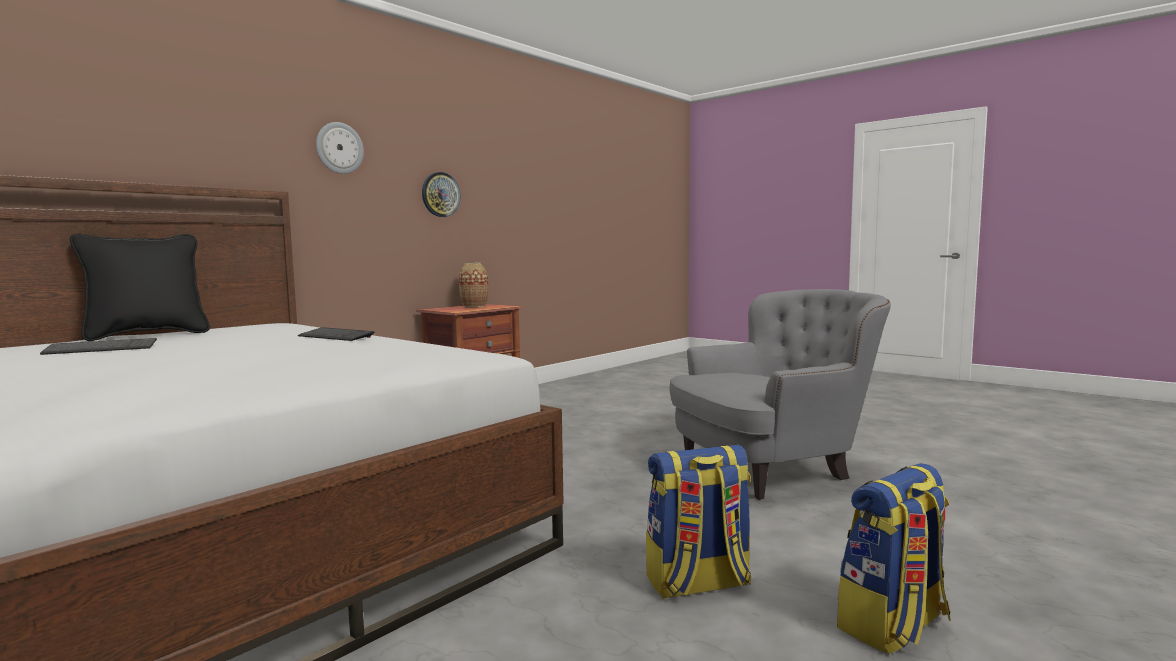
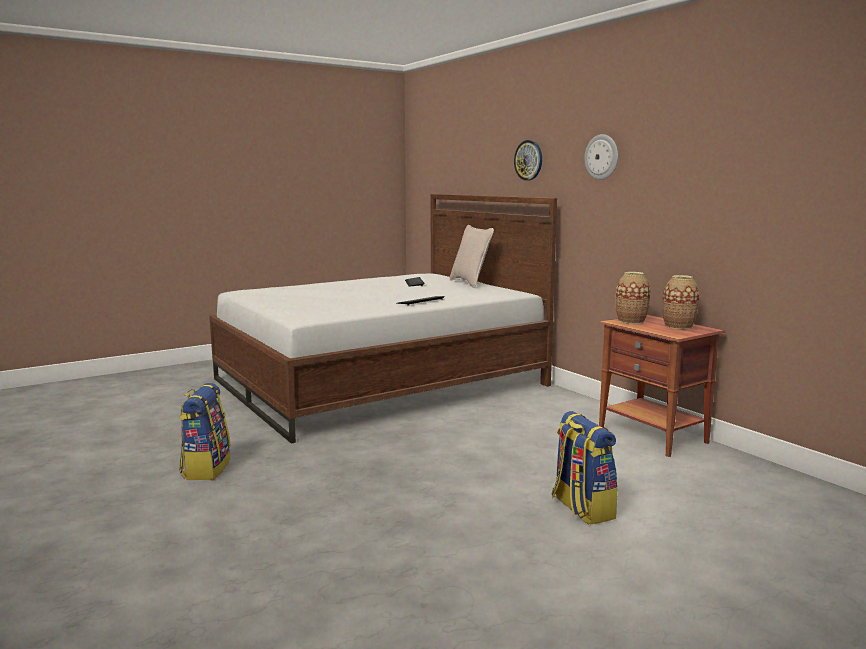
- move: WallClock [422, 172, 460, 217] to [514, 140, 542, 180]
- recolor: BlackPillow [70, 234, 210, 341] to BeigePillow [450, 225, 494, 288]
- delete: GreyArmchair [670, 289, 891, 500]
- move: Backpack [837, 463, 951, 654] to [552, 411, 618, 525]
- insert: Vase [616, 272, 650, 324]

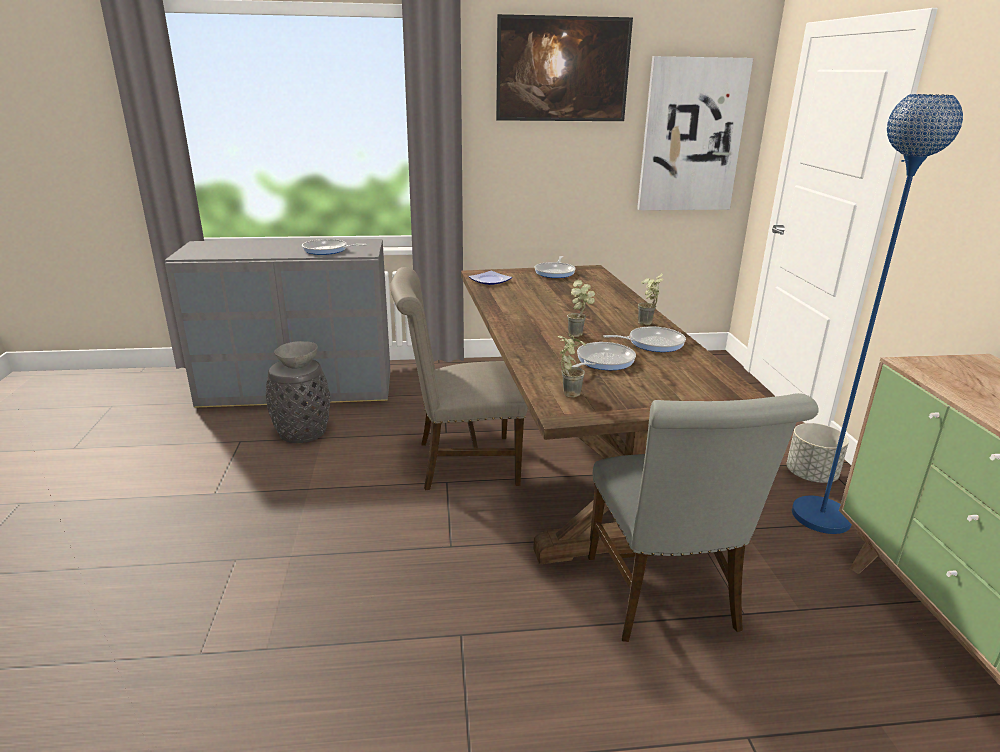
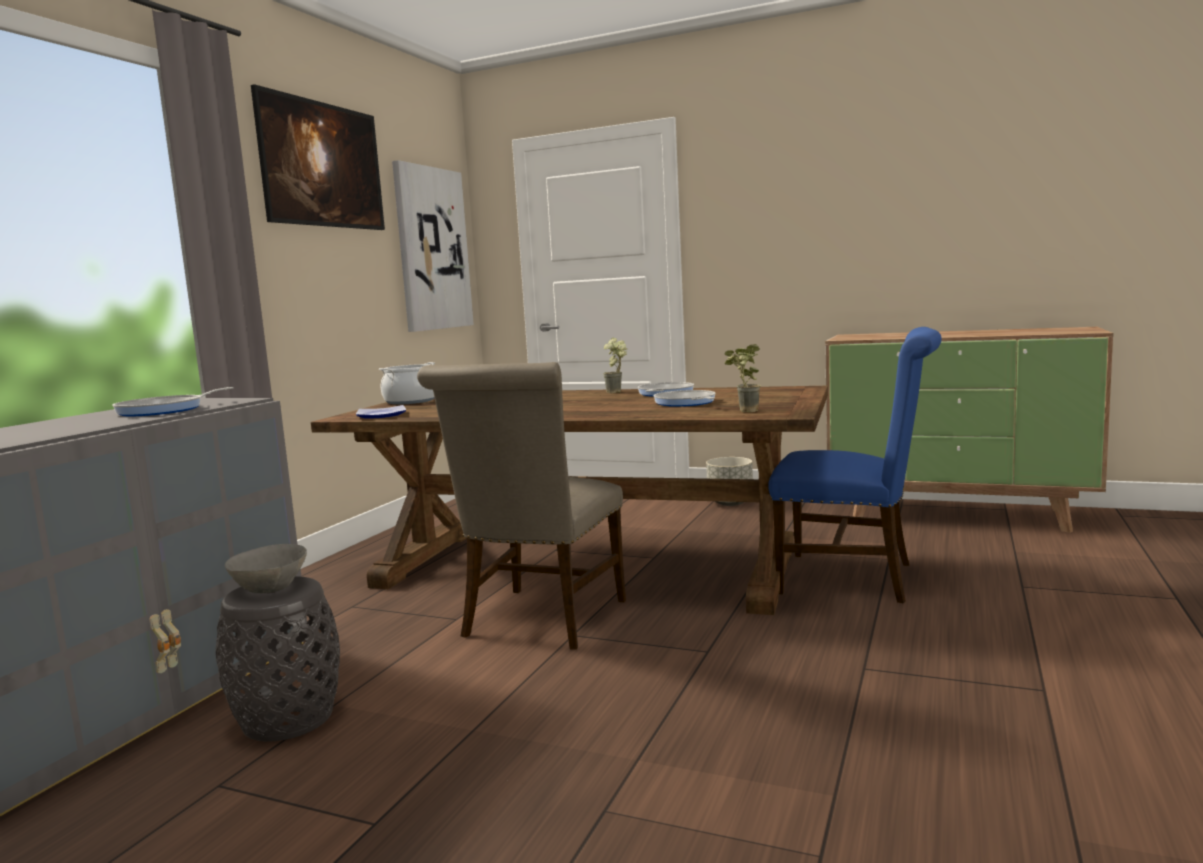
- delete: BlueFloorLamp [792, 94, 963, 534]
- replace: FryingPan [534, 256, 576, 278] to CookingPot [379, 362, 435, 405]
- delete: PottedPlant [567, 280, 595, 337]
- recolor: GreyChair [588, 393, 819, 642] to BlueChair [768, 327, 942, 603]

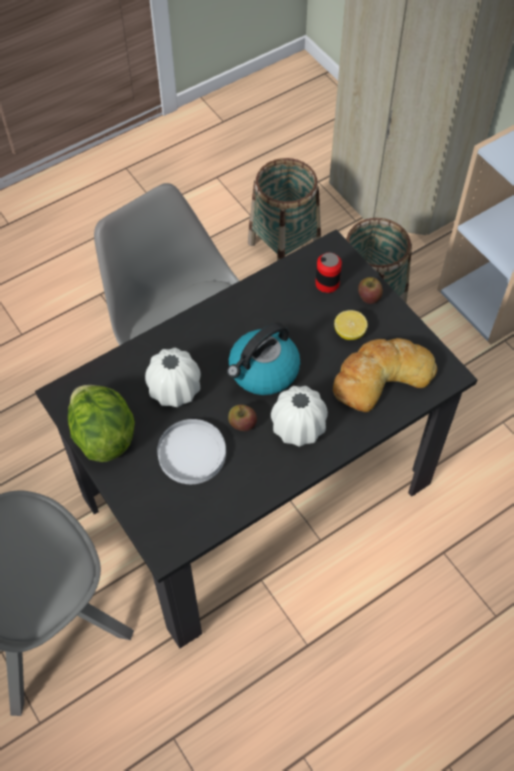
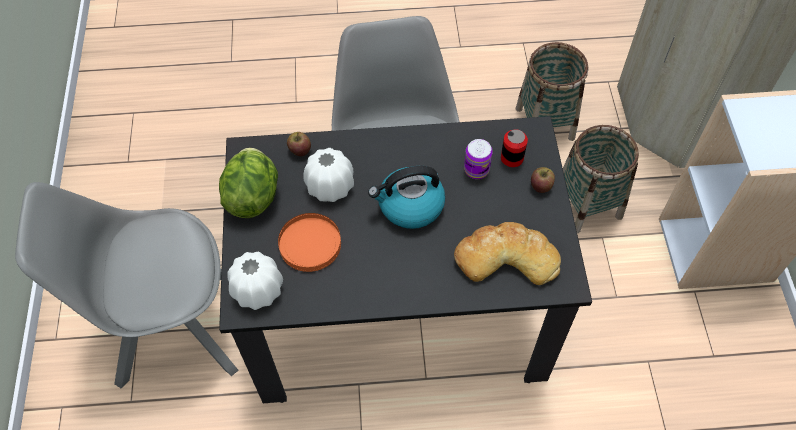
- delete: Lemon [334, 310, 368, 340]
- move: WhiteVase [271, 386, 328, 447] to [227, 252, 283, 310]
- move: Apple [228, 405, 257, 431] to [287, 132, 311, 156]
- recolor: WhitePlate [157, 419, 226, 484] to OrangePlate [278, 213, 341, 272]
- insert: Can [464, 139, 493, 179]

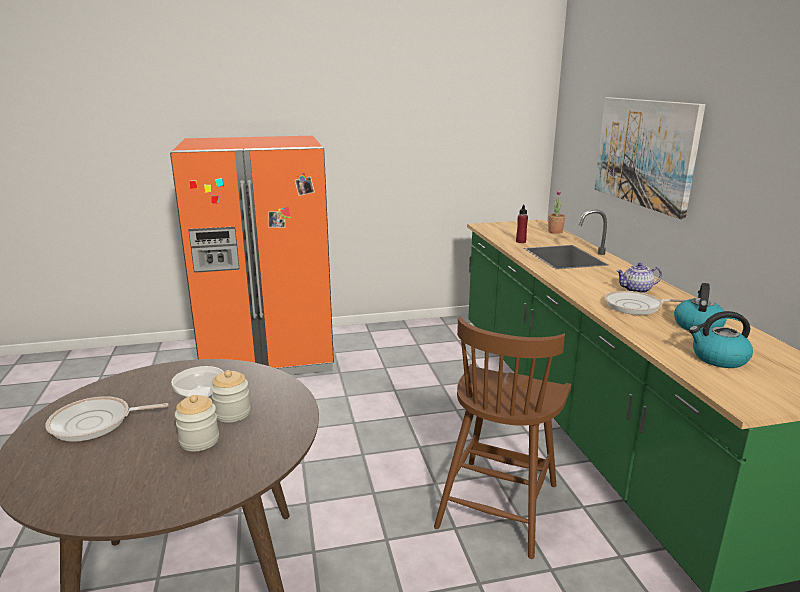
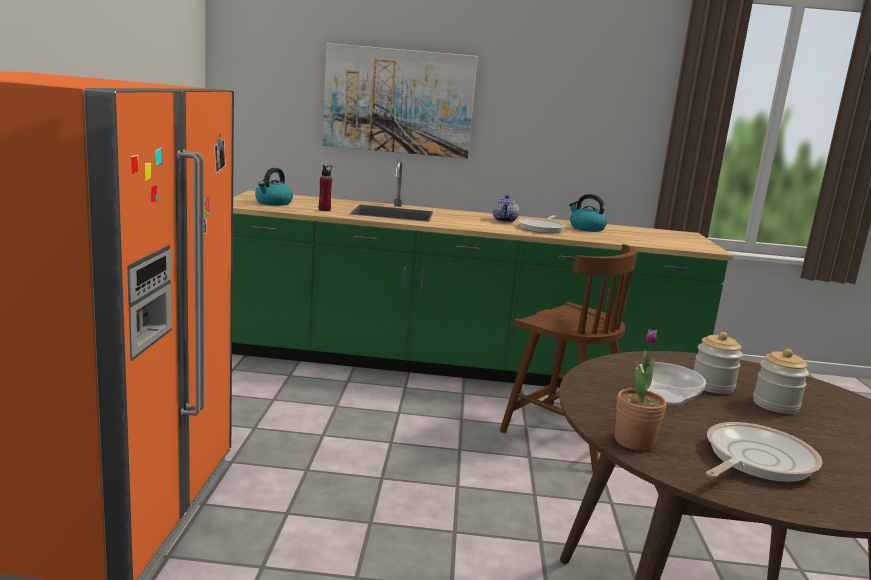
- move: PottedPlant [548, 190, 566, 234] to [615, 328, 667, 451]
- move: Kettle [689, 311, 753, 368] to [255, 168, 293, 206]
- rotate: FryingPan [45, 396, 169, 442] = [706, 422, 822, 482] 135 degrees counterclockwise

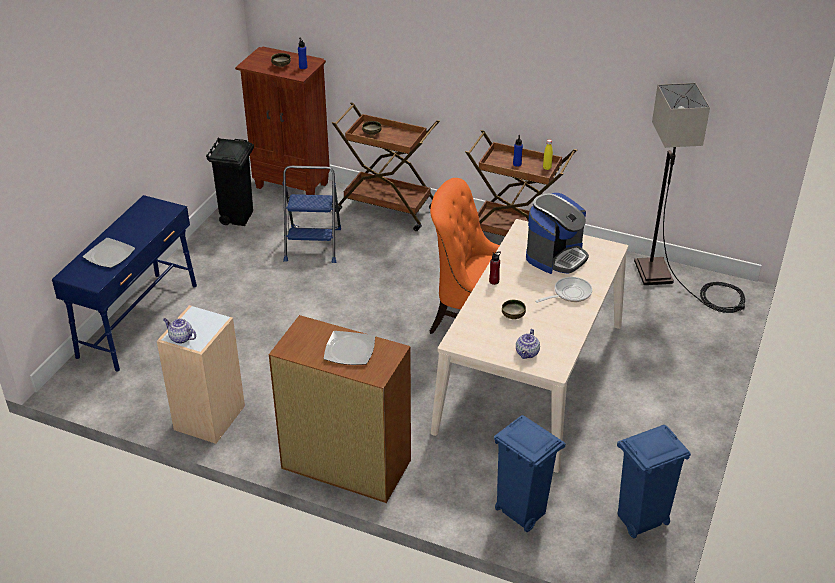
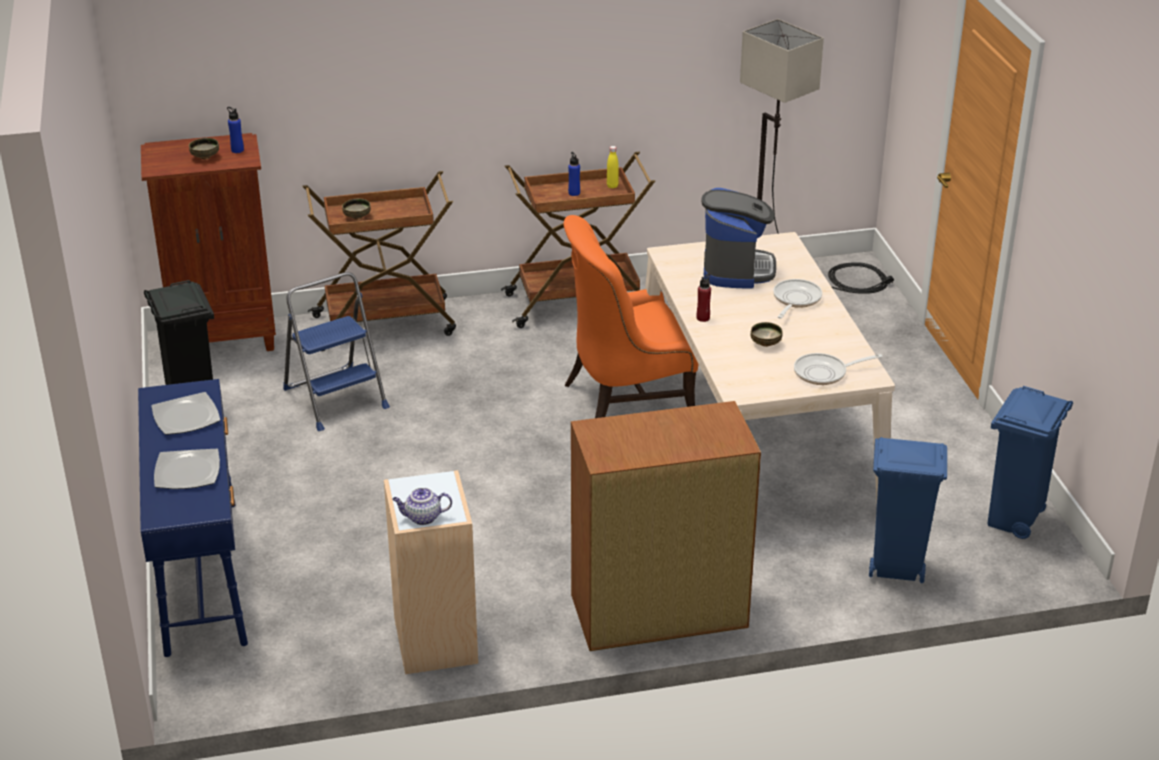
- replace: Teapot [516, 329, 540, 359] to FryingPan [794, 353, 883, 385]
- move: Plate [324, 331, 375, 365] to [151, 392, 220, 435]

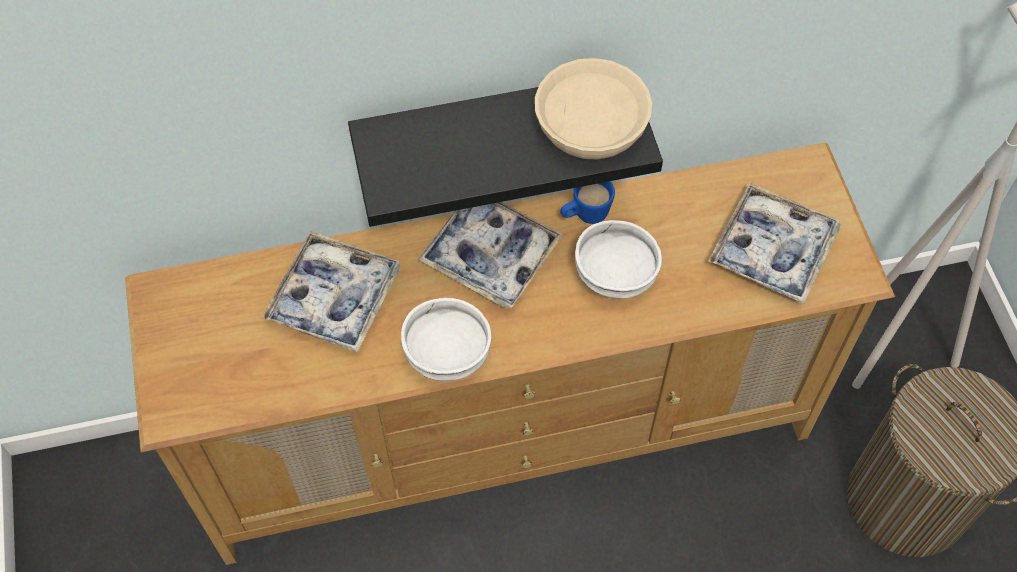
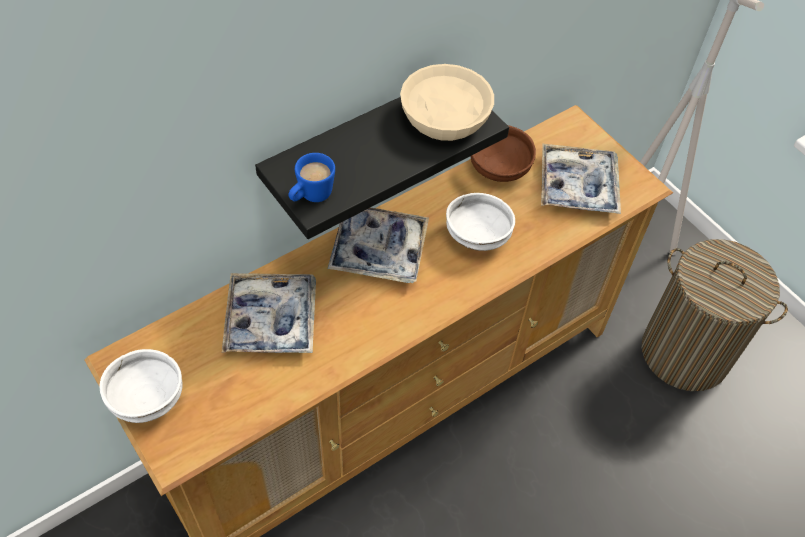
- move: BlueMug [560, 181, 615, 224] to [288, 153, 335, 202]
- move: WhiteBowl [401, 298, 492, 381] to [100, 349, 182, 423]
- insert: BrownBowl [471, 125, 536, 182]

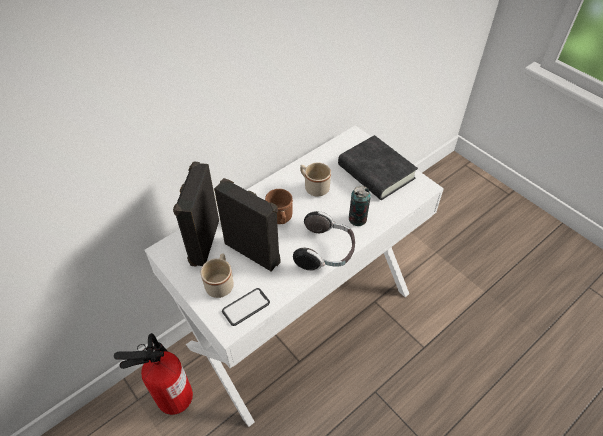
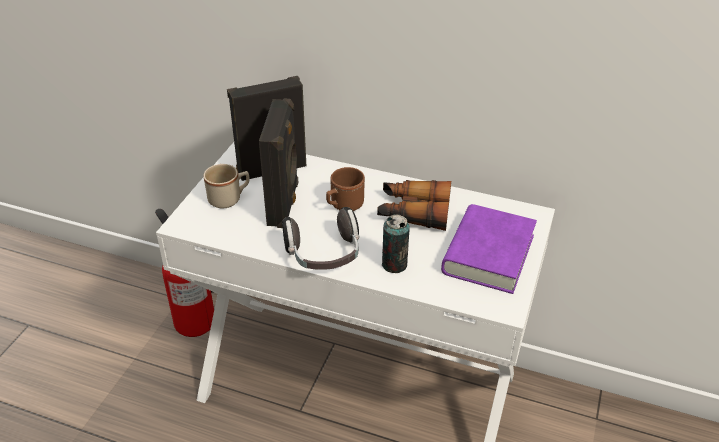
- recolor: BlackBook [338, 135, 418, 200] to PurpleBook [441, 204, 537, 294]
- replace: BeigeMug [300, 163, 331, 197] to Binoculars [377, 180, 451, 231]
- delete: Phone [222, 288, 270, 326]

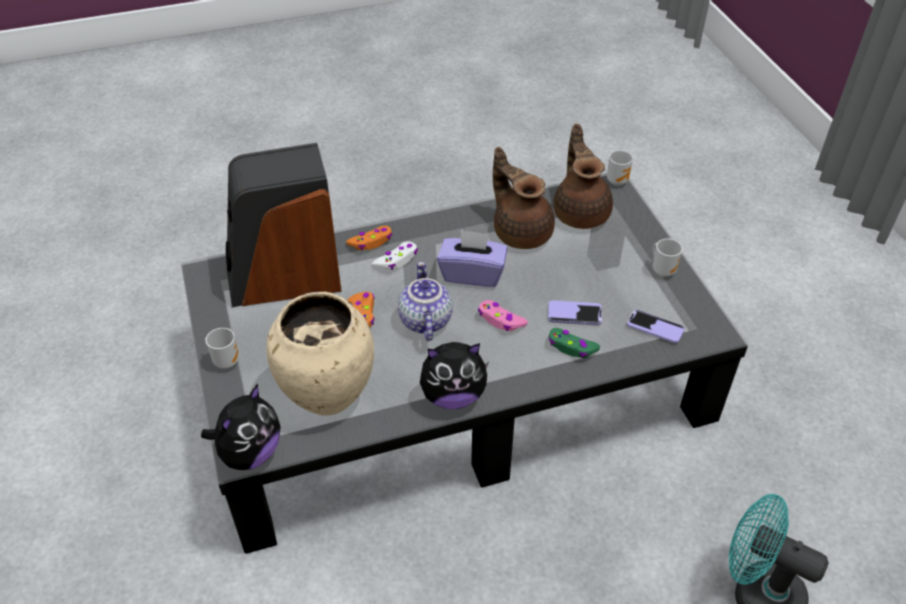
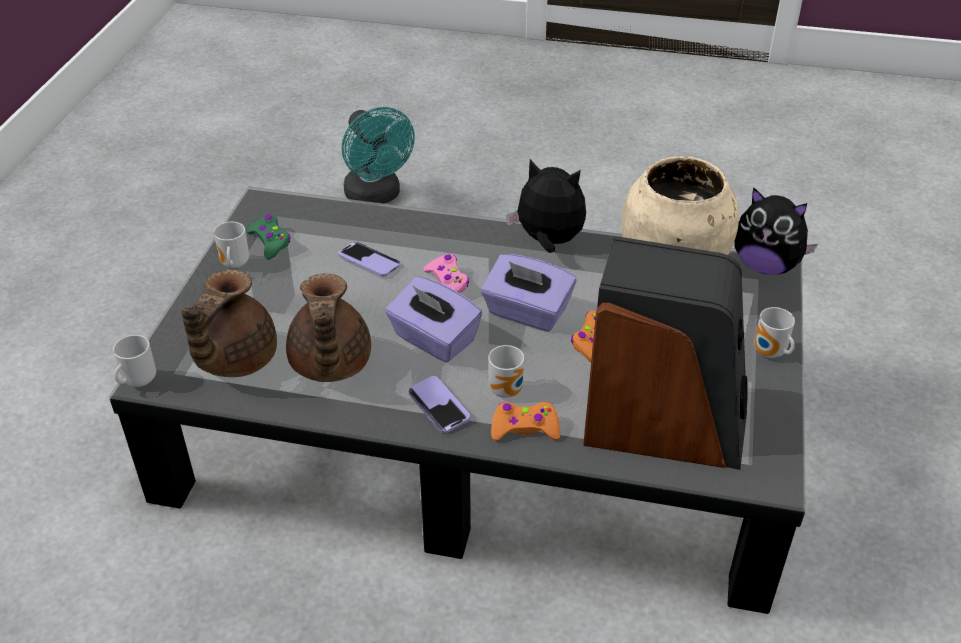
- replace: WhiteGameController [372, 241, 418, 270] to Mug [488, 345, 526, 398]
- replace: Teapot [398, 261, 453, 341] to PurpleTissueBox [481, 254, 577, 332]
- move: Phone [627, 310, 685, 343] to [408, 376, 471, 434]
- move: GreenGameController [549, 328, 600, 358] to [246, 214, 290, 260]
- rotate: PlushToy [201, 384, 280, 470] = [735, 187, 818, 275] 120 degrees counterclockwise

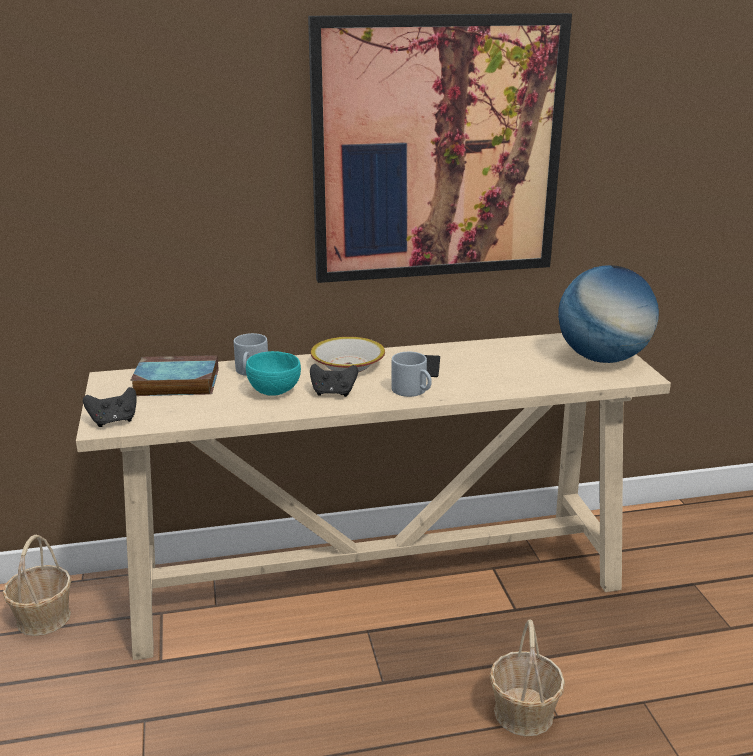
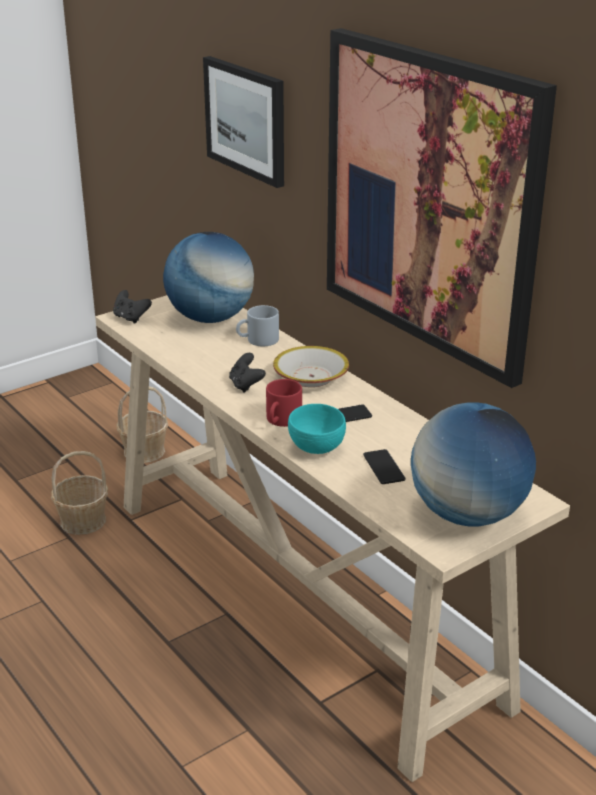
- move: TurquoiseBowl [246, 351, 301, 396] to [288, 404, 346, 454]
- recolor: GreyMug [391, 352, 432, 397] to RedMug [266, 379, 302, 427]
- replace: Book [130, 355, 219, 396] to Globe [163, 232, 254, 323]
- move: Basket [490, 619, 565, 736] to [51, 451, 108, 535]
- insert: Picture [203, 56, 284, 188]
- insert: Phone [363, 449, 406, 484]

